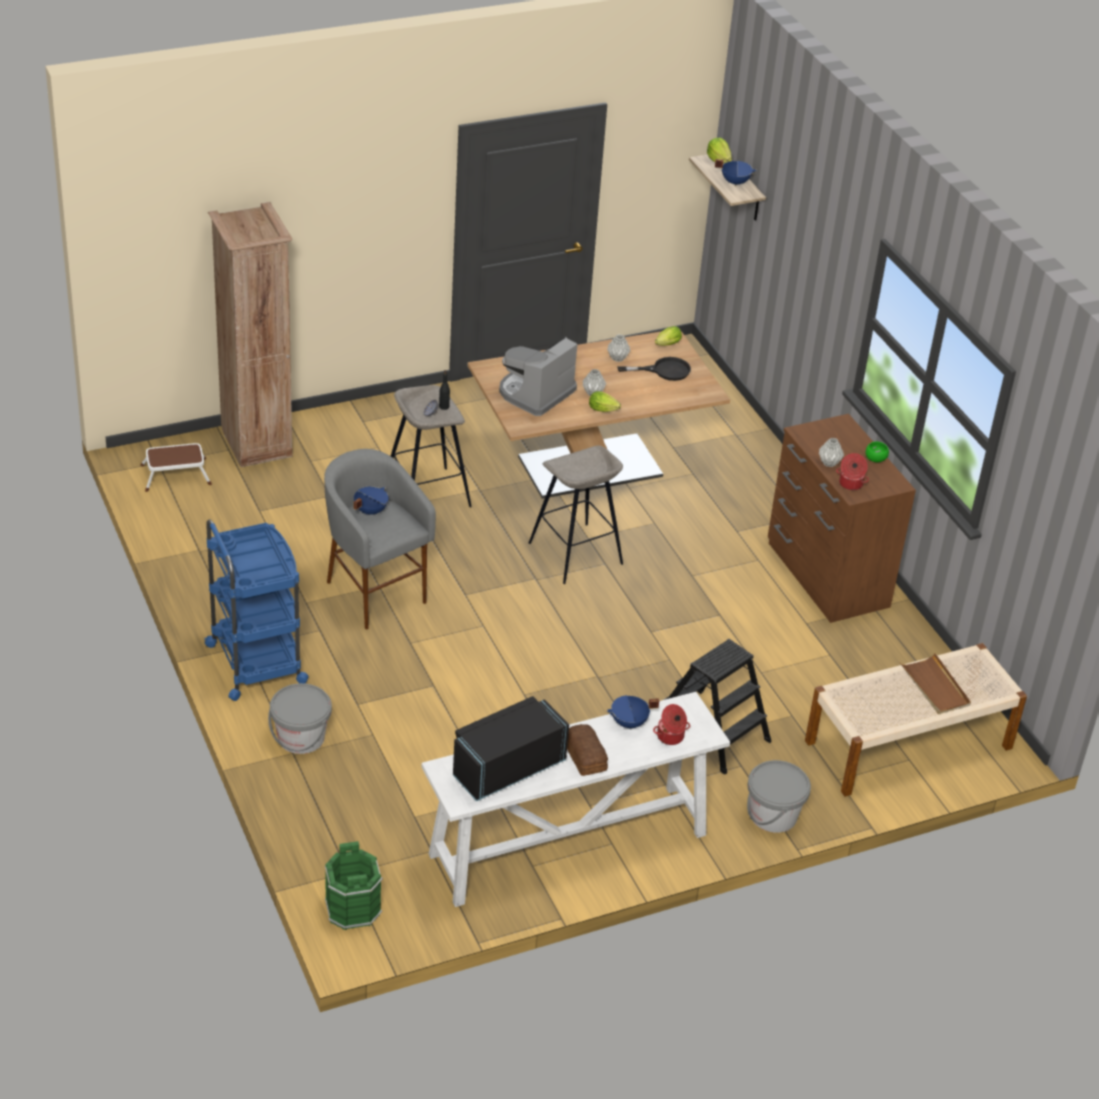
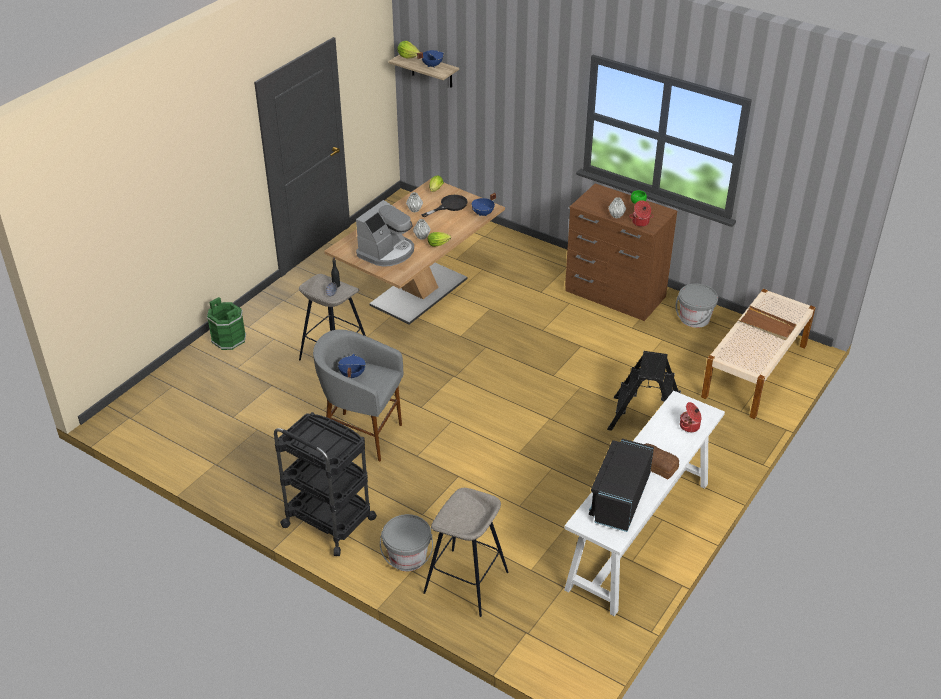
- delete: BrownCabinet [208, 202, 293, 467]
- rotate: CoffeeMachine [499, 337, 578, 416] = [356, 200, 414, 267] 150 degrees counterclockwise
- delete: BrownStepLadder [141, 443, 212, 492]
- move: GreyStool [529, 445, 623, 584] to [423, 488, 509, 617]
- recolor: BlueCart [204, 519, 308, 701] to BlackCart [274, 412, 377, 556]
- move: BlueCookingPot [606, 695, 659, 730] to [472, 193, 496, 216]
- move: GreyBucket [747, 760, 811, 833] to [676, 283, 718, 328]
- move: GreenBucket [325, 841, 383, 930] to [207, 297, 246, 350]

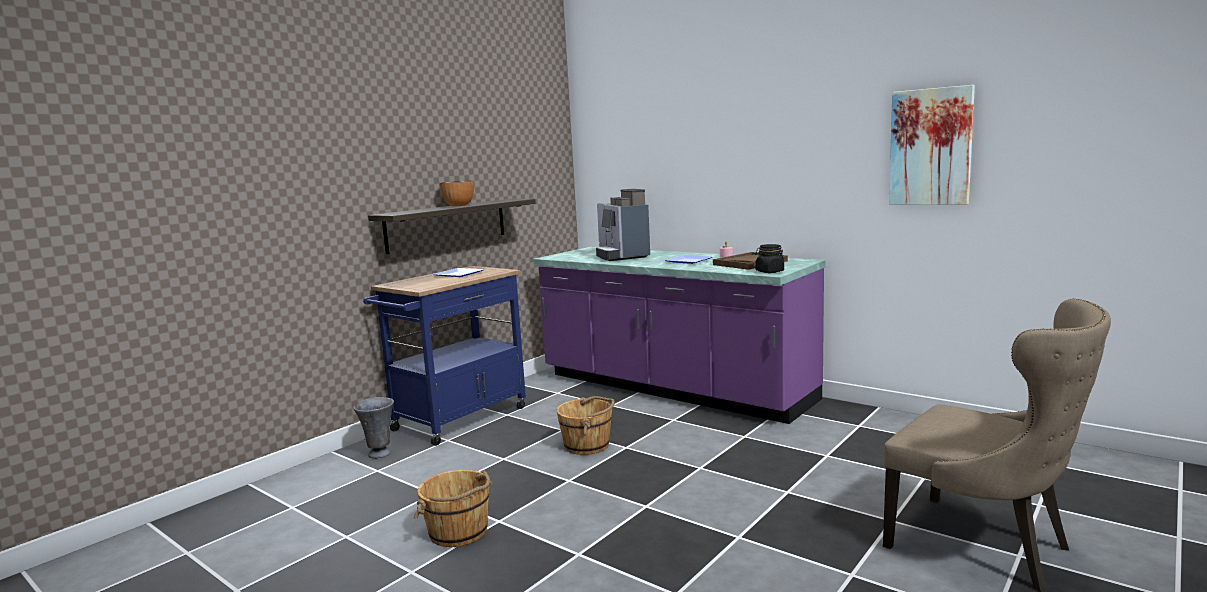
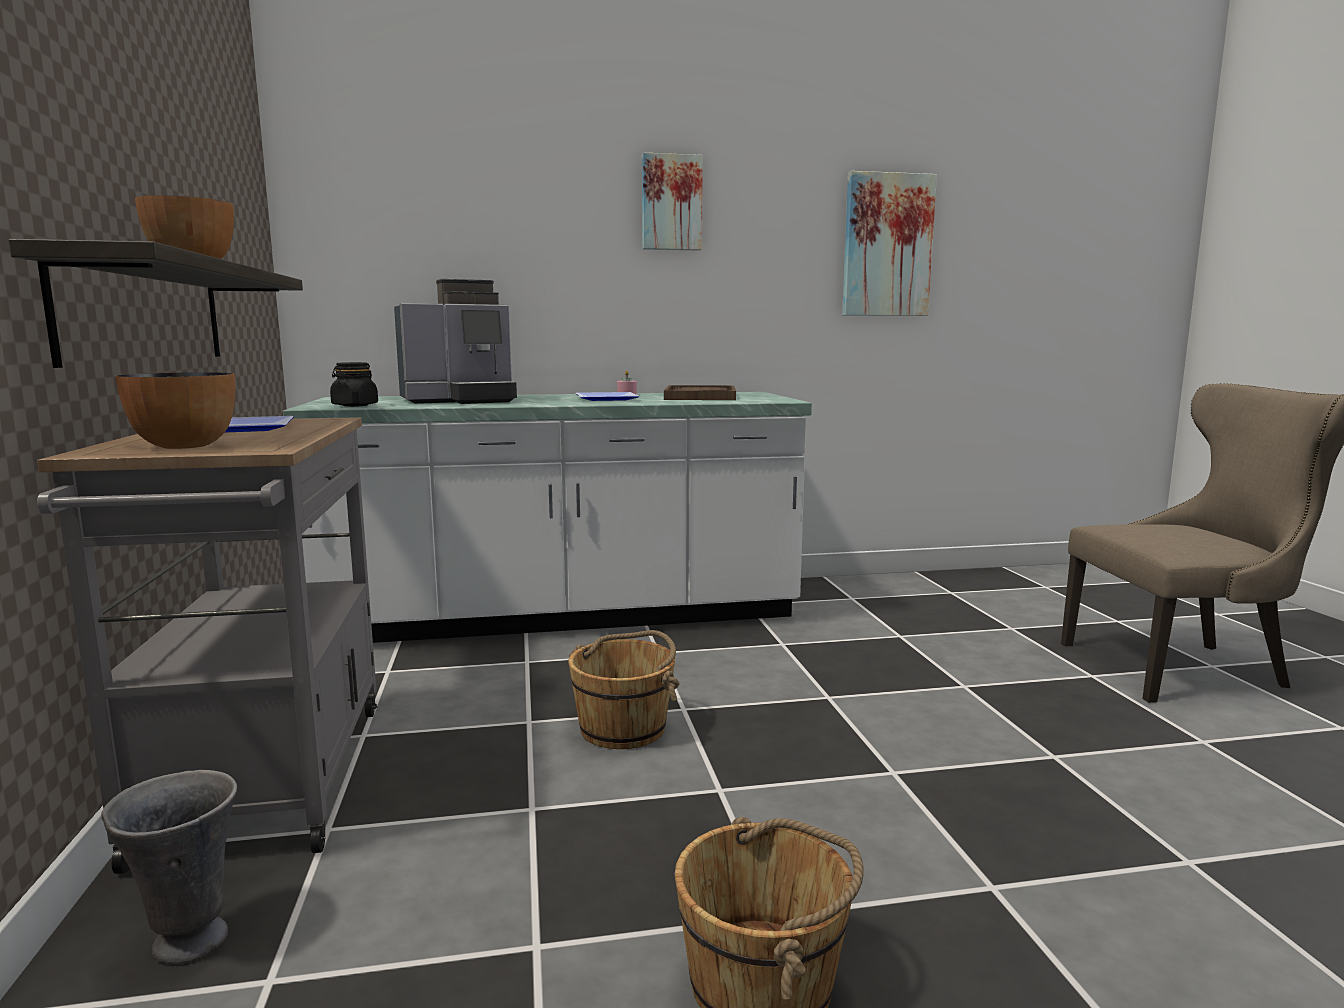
- rotate: CoffeeMachine [596, 189, 650, 261] = [394, 279, 517, 404] 45 degrees counterclockwise
- move: BlackJar [755, 244, 784, 273] to [330, 362, 378, 407]
- recolor: PurpleCounter [533, 247, 826, 424] to WhiteCounter [283, 392, 812, 643]
- recolor: BlueCart [363, 266, 526, 446] to GreyCart [37, 417, 378, 874]
- insert: Picture [642, 152, 703, 251]
- insert: Bowl [115, 372, 235, 449]

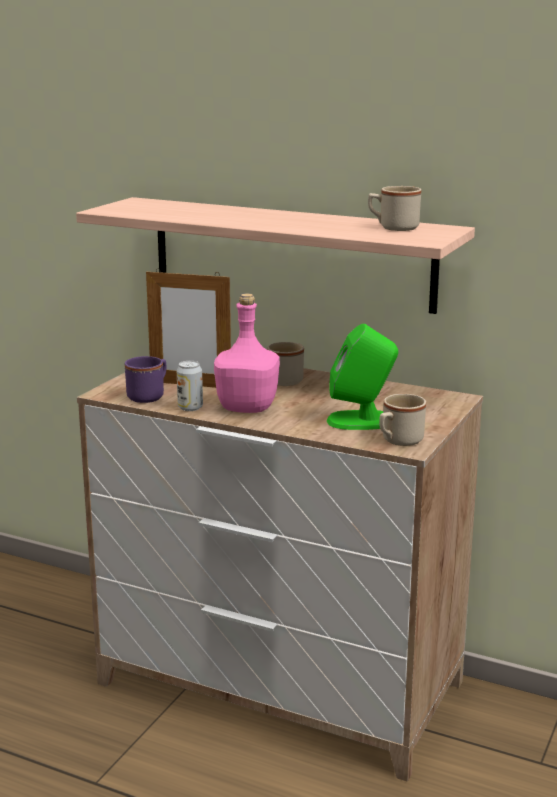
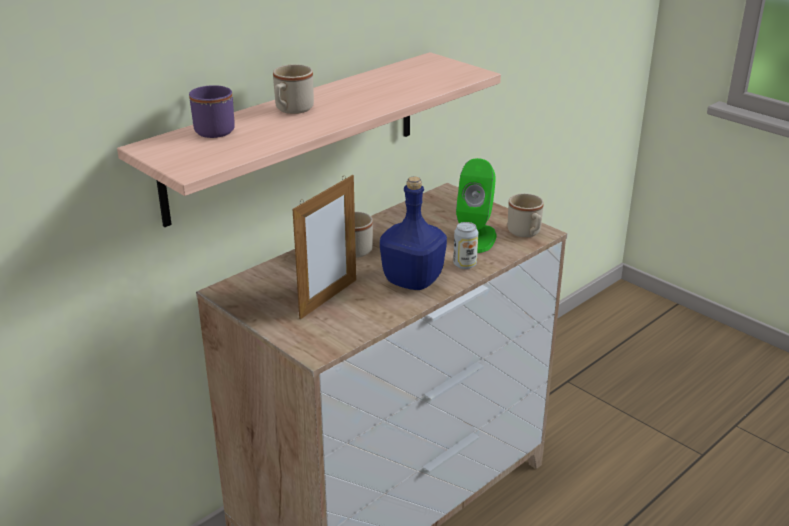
- move: BeigeMug [368, 186, 421, 231] to [273, 64, 314, 114]
- recolor: PinkBottle [214, 293, 280, 413] to BlueBottle [380, 177, 447, 290]
- move: PurpleMug [125, 356, 166, 403] to [189, 85, 235, 138]
- move: Can [177, 361, 203, 411] to [453, 222, 478, 269]

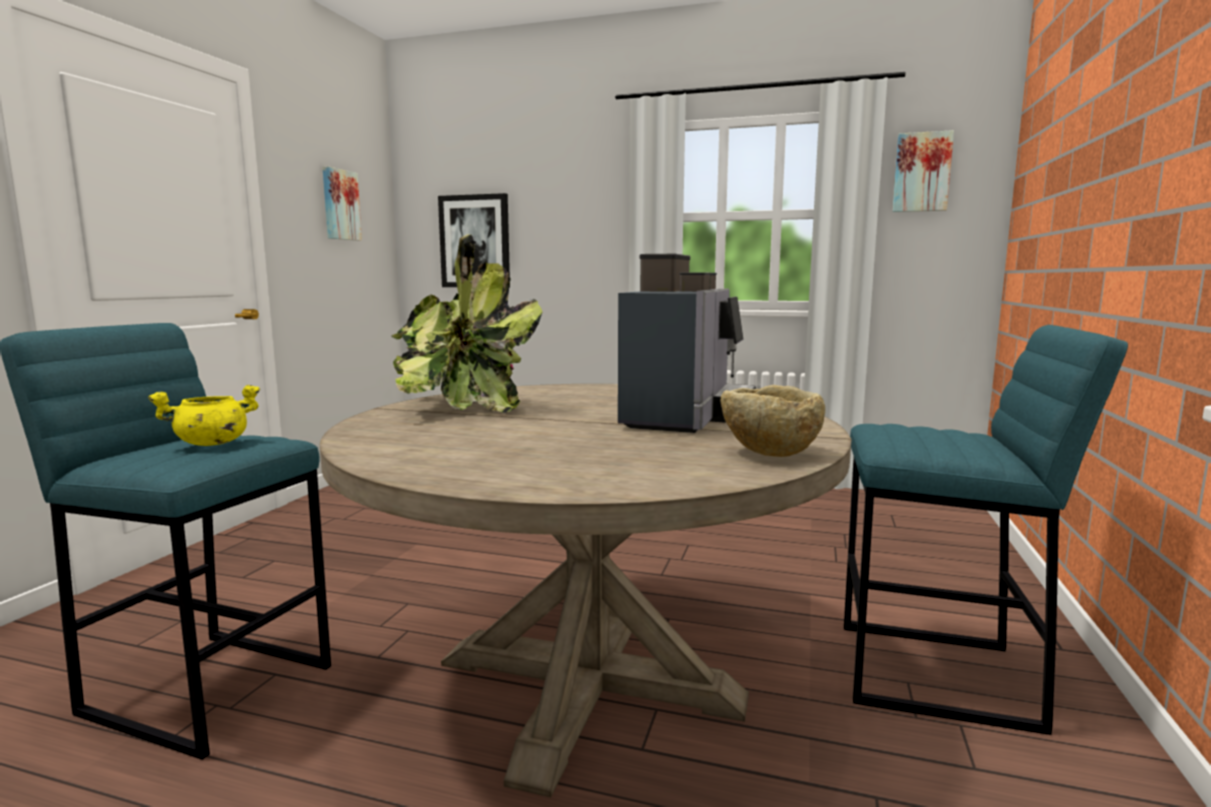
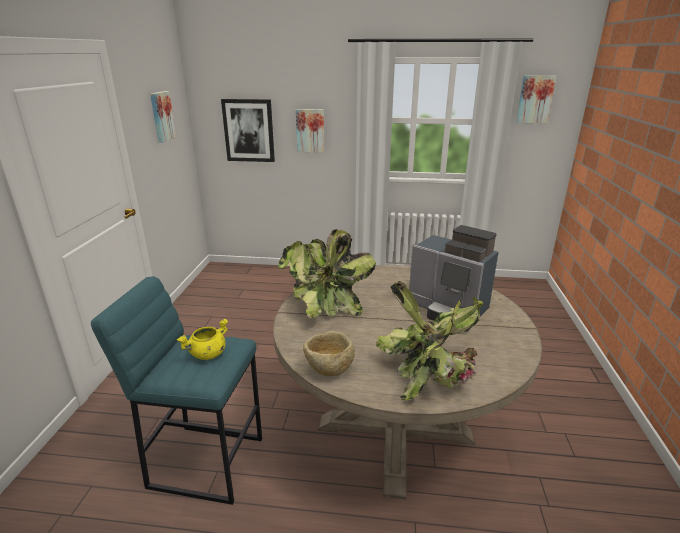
- rotate: CoffeeMachine [618, 254, 756, 433] = [409, 225, 498, 332] 120 degrees clockwise
- delete: TurquoiseStool [844, 325, 1128, 735]
- move: BeigeBowl [720, 385, 825, 457] to [303, 331, 355, 376]
- insert: Picture [296, 109, 324, 153]
- insert: PottedPlant [375, 281, 483, 401]

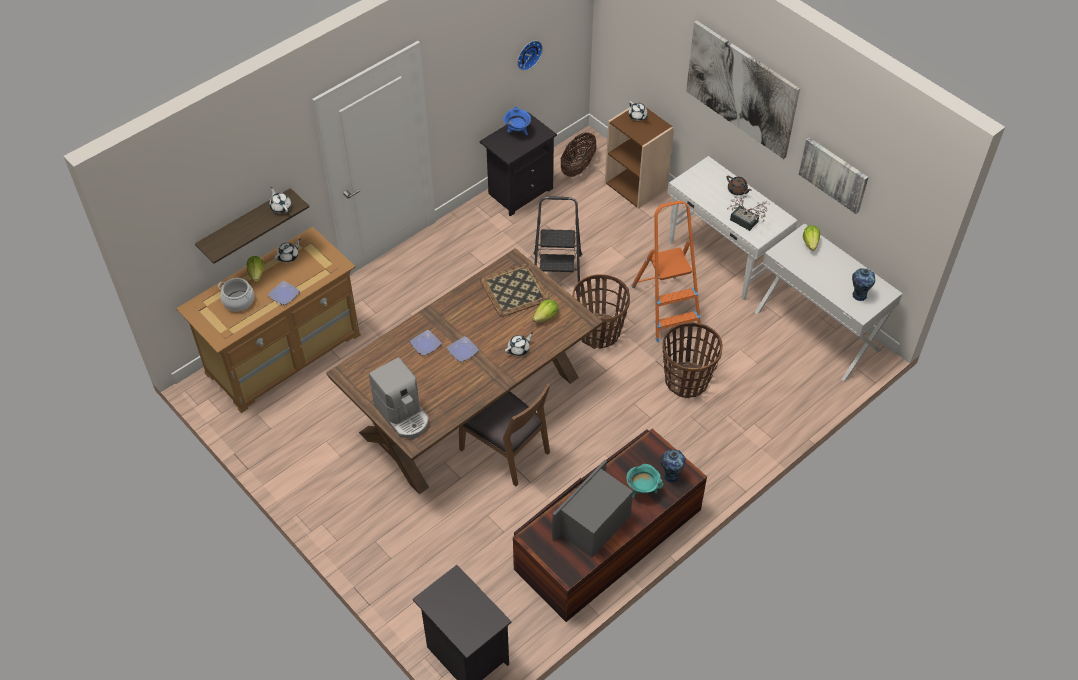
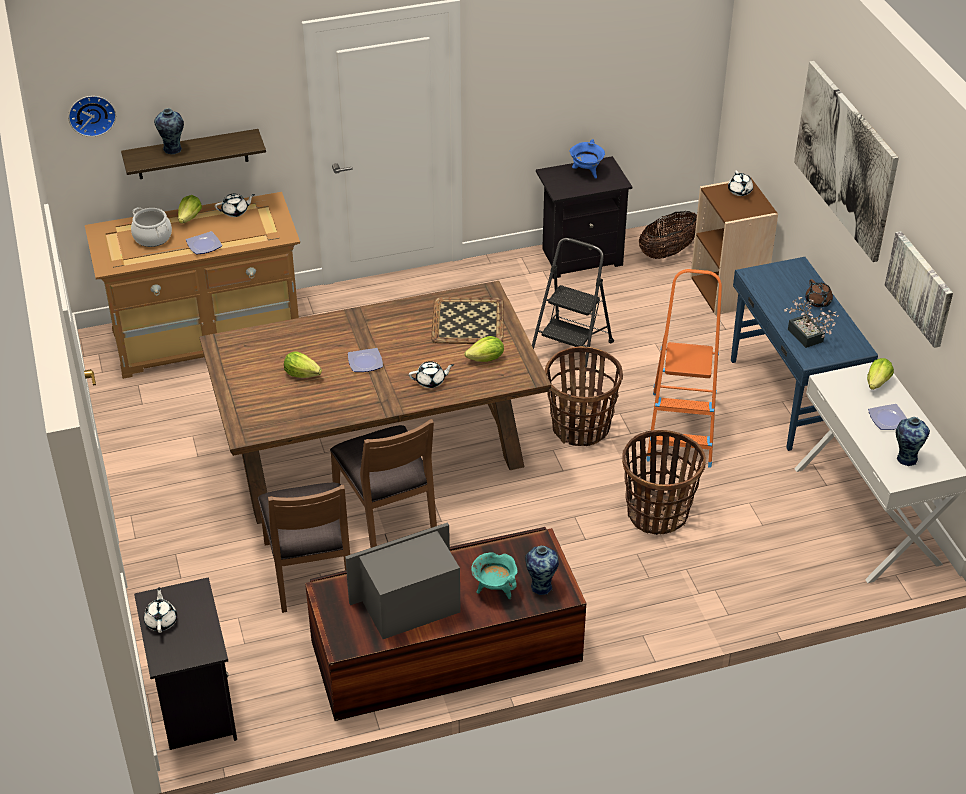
- move: WallClock [517, 40, 543, 71] to [68, 96, 116, 137]
- recolor: WhiteConsoleTable [667, 156, 798, 300] to BlueConsoleTable [731, 257, 878, 451]
- move: WhiteTeapot [269, 187, 292, 213] to [144, 587, 177, 633]
- move: Plate [410, 330, 442, 356] to [868, 404, 907, 430]
- delete: CoffeeMachine [369, 357, 429, 438]
- insert: Vase [154, 108, 184, 154]
- insert: Lettuce [284, 351, 322, 378]
- insert: BrownChair [258, 483, 350, 613]

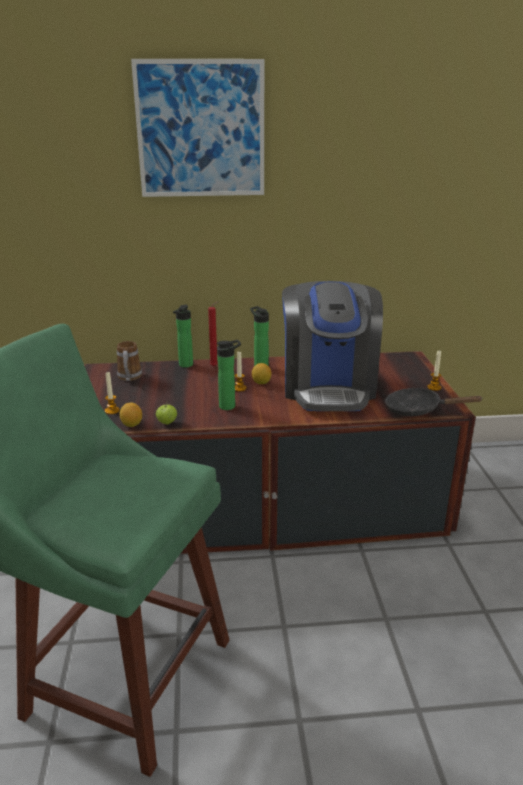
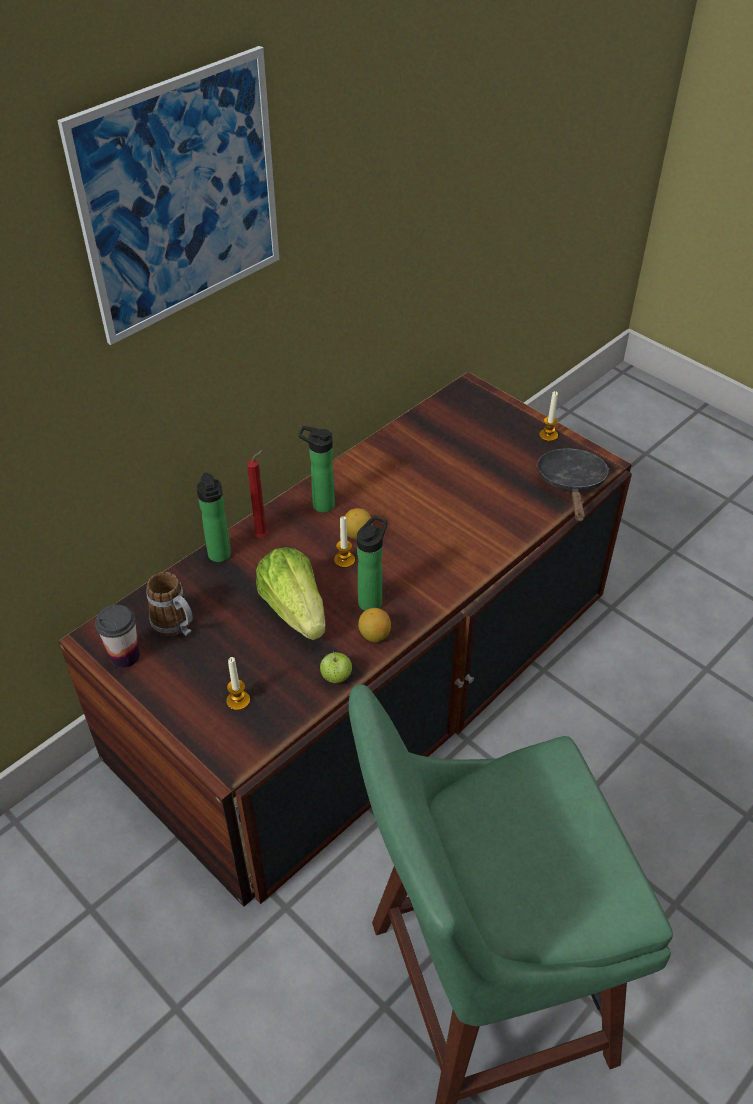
- delete: CoffeeMachine [282, 281, 383, 411]
- rotate: BlackFryingPan [385, 388, 483, 416] = [536, 448, 609, 521] 120 degrees clockwise
- move: Lemon [119, 403, 142, 427] to [358, 608, 391, 642]
- insert: Lettuce [256, 547, 325, 640]
- insert: Cup [95, 605, 140, 668]

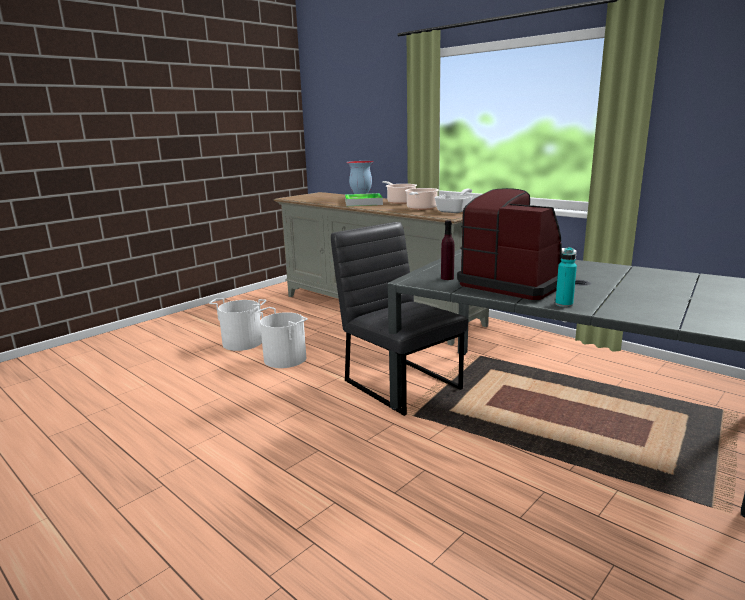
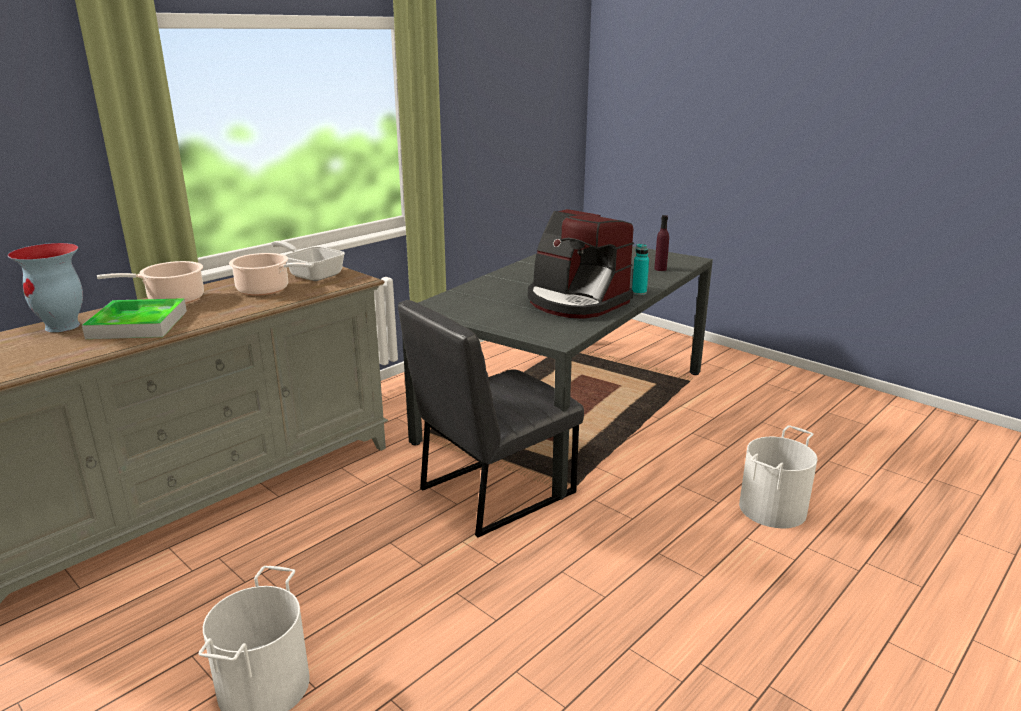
- rotate: CoffeeMachine [457, 188, 562, 300] = [528, 209, 634, 319] 90 degrees counterclockwise
- move: PurpleBottle [441, 220, 454, 280] to [654, 215, 669, 271]
- move: WhiteBucket [257, 307, 308, 368] to [739, 425, 817, 528]

